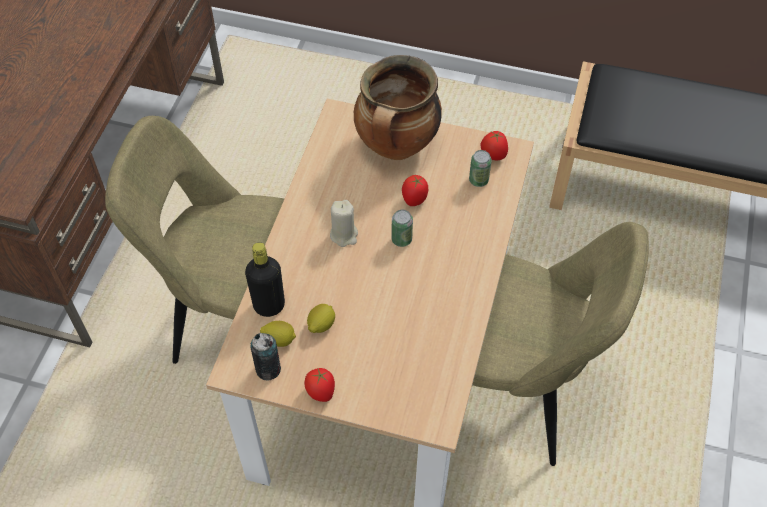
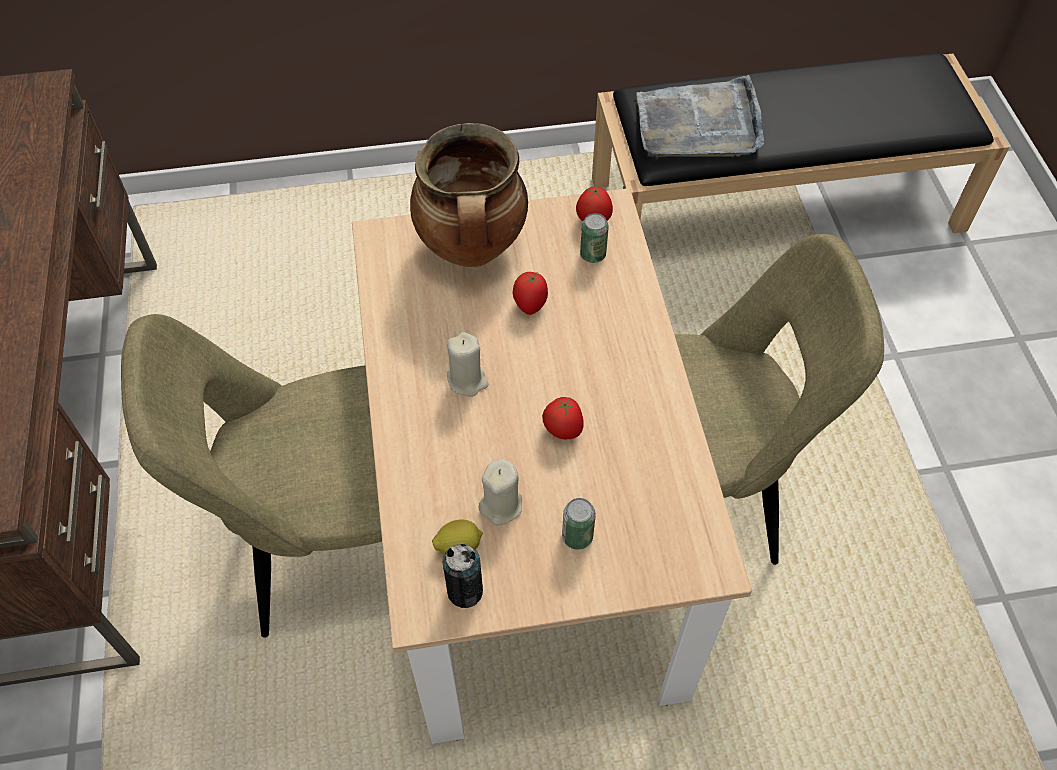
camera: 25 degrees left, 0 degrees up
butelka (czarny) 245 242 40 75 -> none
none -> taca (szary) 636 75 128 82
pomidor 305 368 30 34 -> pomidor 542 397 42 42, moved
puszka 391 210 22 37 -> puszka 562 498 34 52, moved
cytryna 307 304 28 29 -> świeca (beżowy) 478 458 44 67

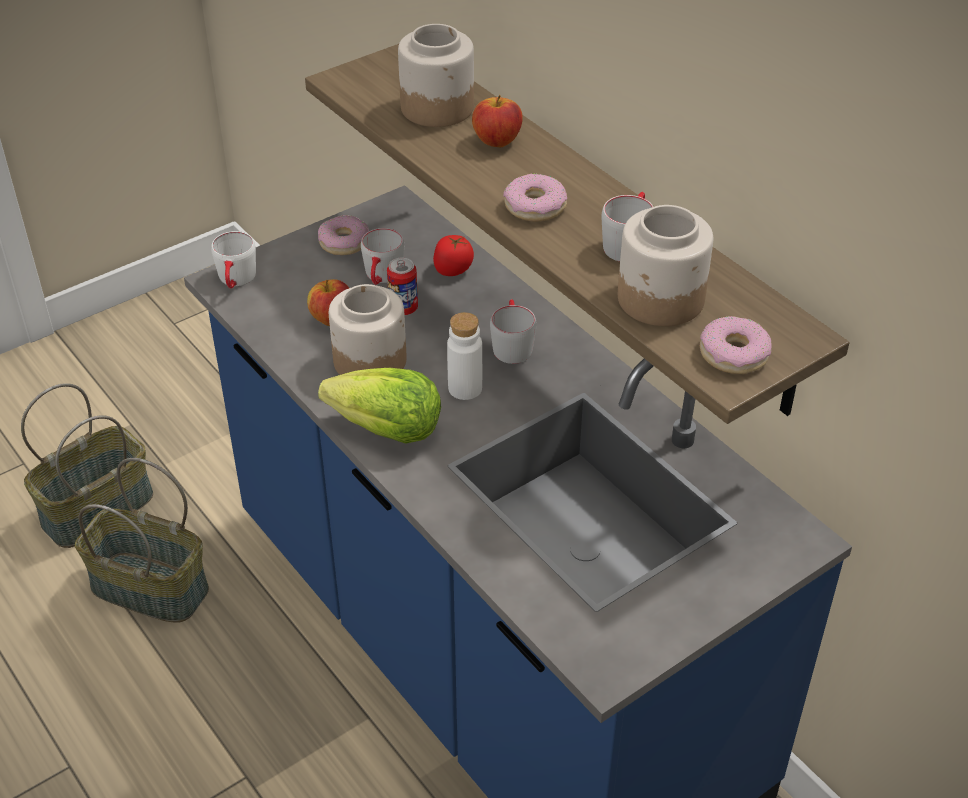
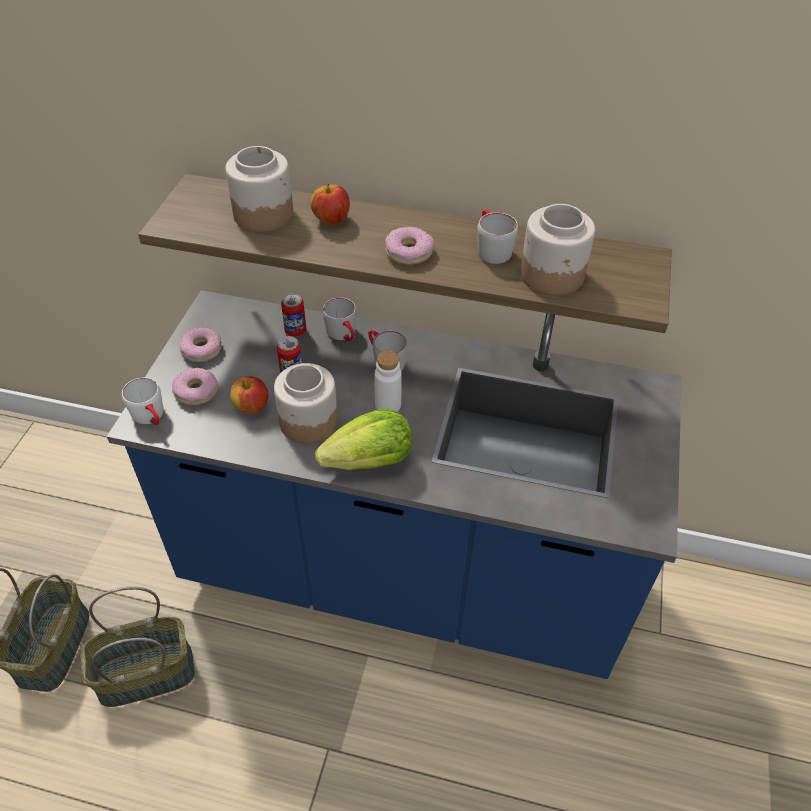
camera: 40 degrees left, 5 degrees up
kubek (szary) 361 228 43 57 -> kubek (szary) 323 298 34 43, moved
donut 700 316 71 58 -> donut 172 368 46 37, moved
pomidor 433 235 41 41 -> puszka 281 294 25 43

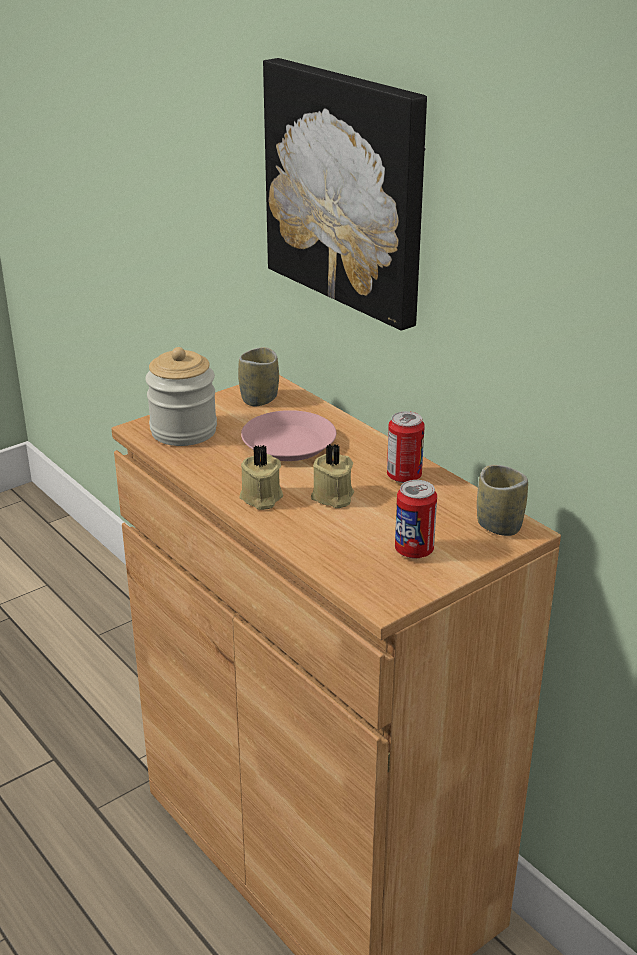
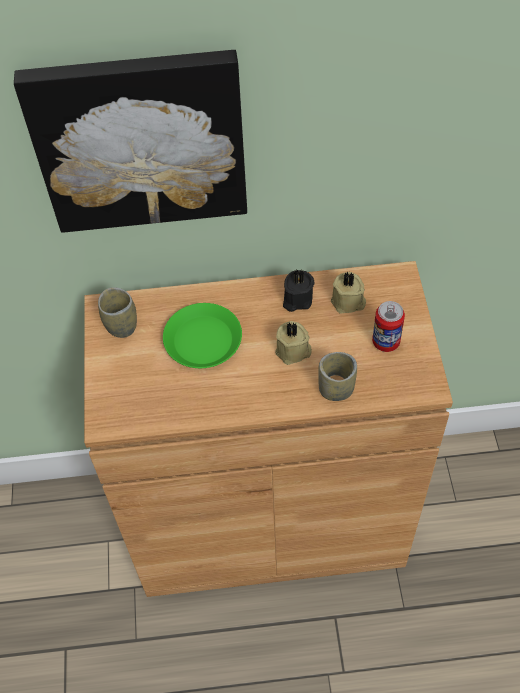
camera: 55 degrees left, 25 degrees up
słoik 145 347 72 99 -> none
świeca (beżowy) 239 445 44 65 -> świeca (beżowy) 331 272 35 42, moved
filiżanka 477 465 51 71 -> filiżanka 318 352 39 49, moved
puszka 387 411 38 72 -> świeca (czarny) 283 269 31 43
talerz (różowy) 241 410 95 51 -> talerz (zielony) 163 303 79 65

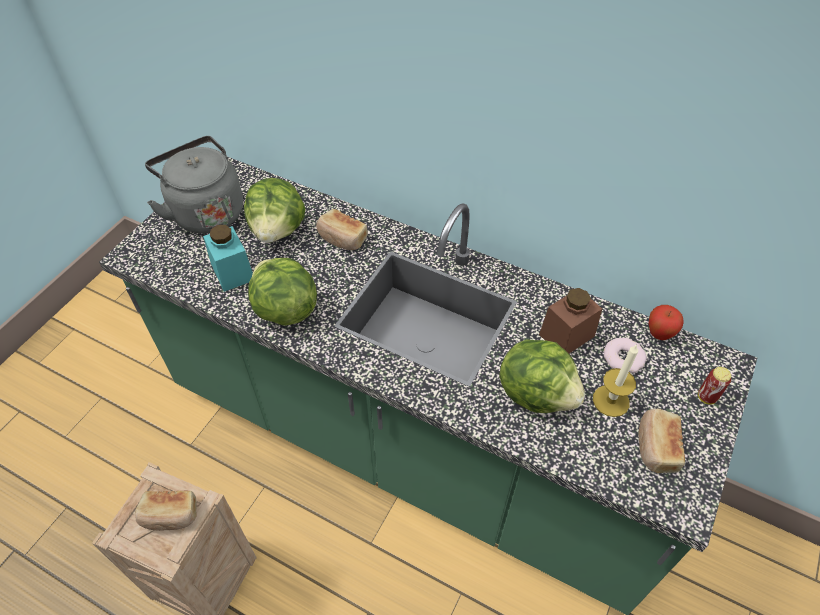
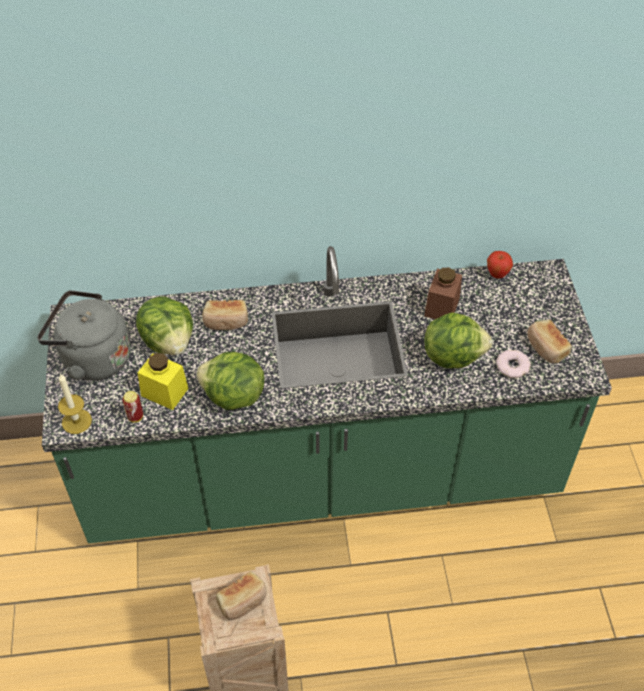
camera: 35 degrees left, 0 degrees up
świeca 593 344 45 73 -> świeca 58 373 34 61, moved
donut 604 338 43 35 -> donut 496 350 35 28, moved
puszka 698 367 33 38 -> puszka 123 391 20 32, moved
słoik (turkusowy) 203 225 50 67 -> słoik (żółty) 137 353 52 57

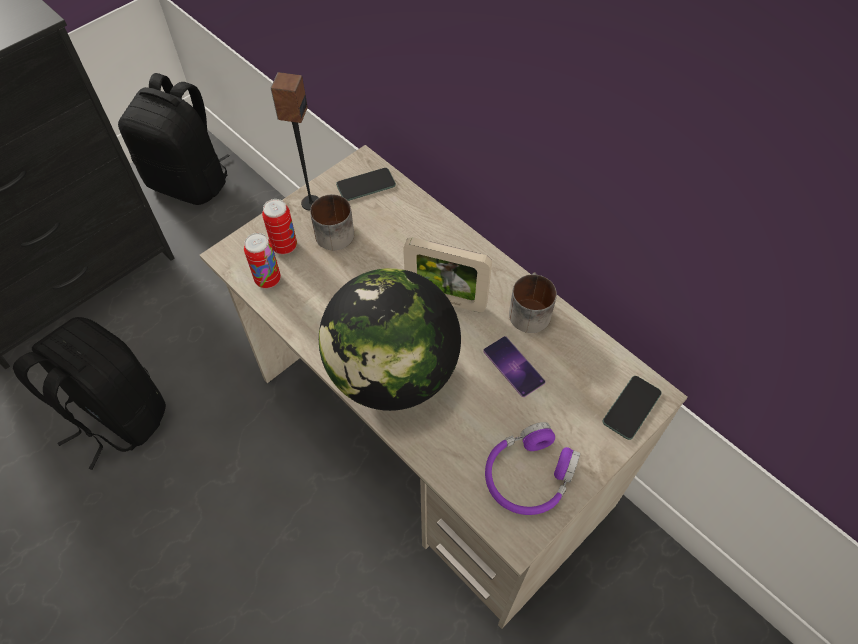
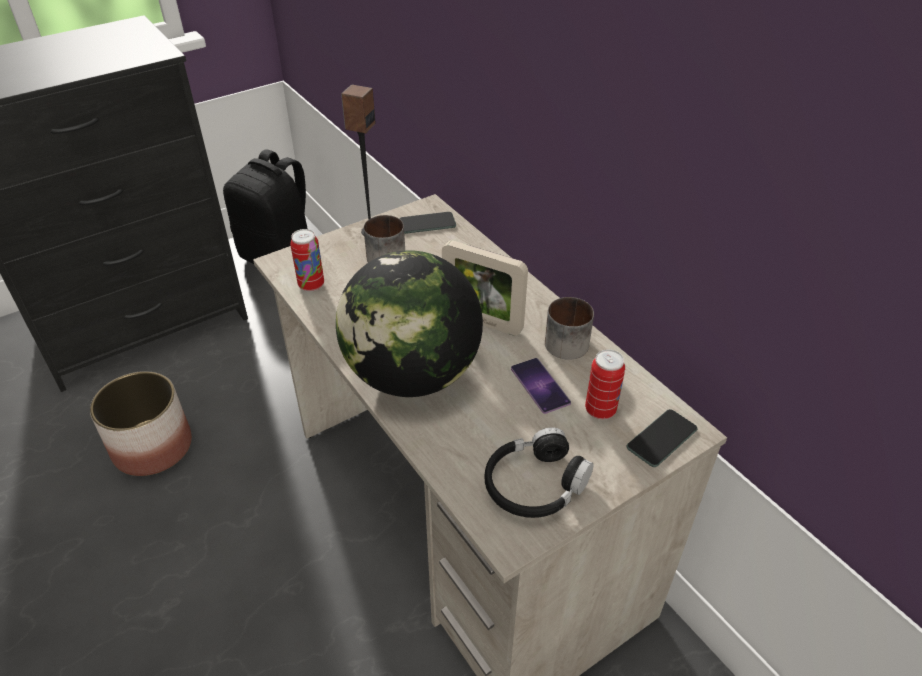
camera: 10 degrees right, 15 degrees down
puszka 262 199 35 55 -> puszka 585 349 40 70, moved
plecak (czarny) 13 317 153 153 -> donica 90 371 102 105
słuchawki (fioletowy) 485 422 95 93 -> słuchawki (czarny) 485 427 109 91

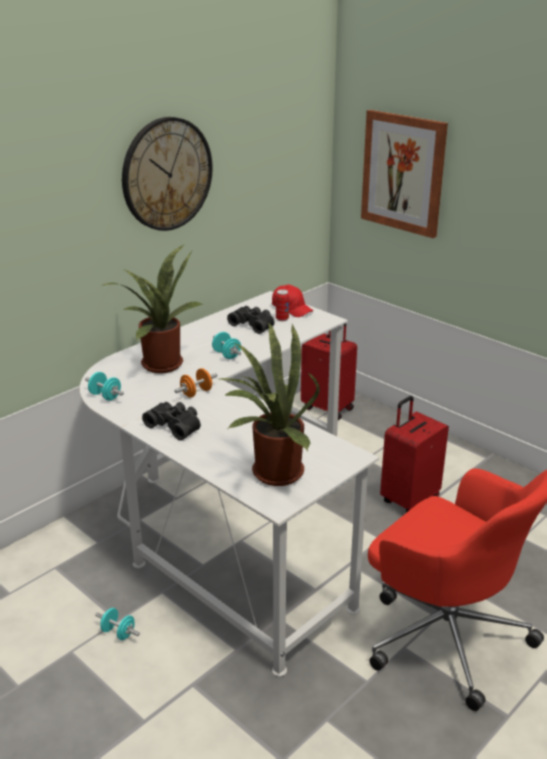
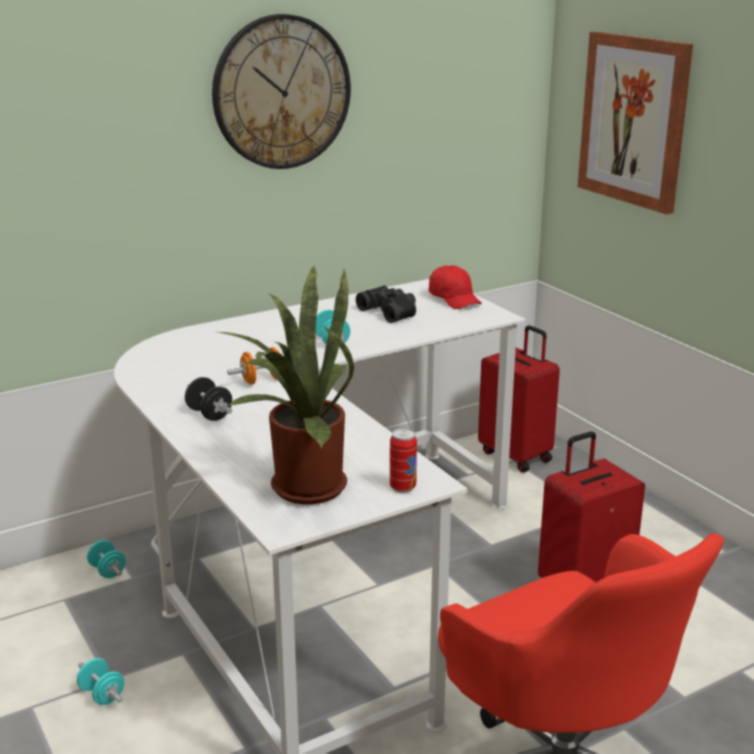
camera: 15 degrees right, 5 degrees down
roślina doniczkowa 101 244 101 129 -> none
hantel (turkusowy) 85 372 39 29 -> hantel (turkusowy) 87 540 39 38, moved
puszka 276 289 13 32 -> puszka 390 428 27 65, moved
lornetka (czarny) 142 402 59 38 -> hantel (czarny) 185 377 47 44

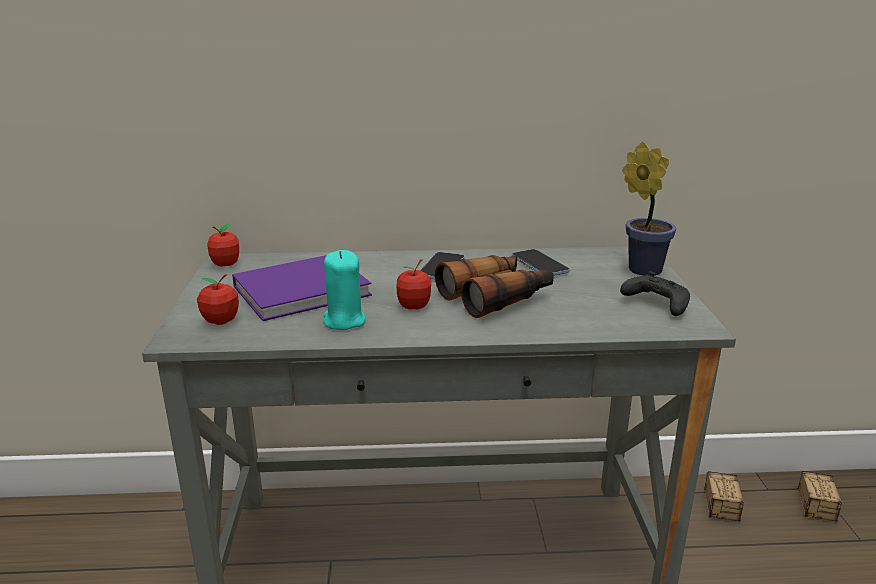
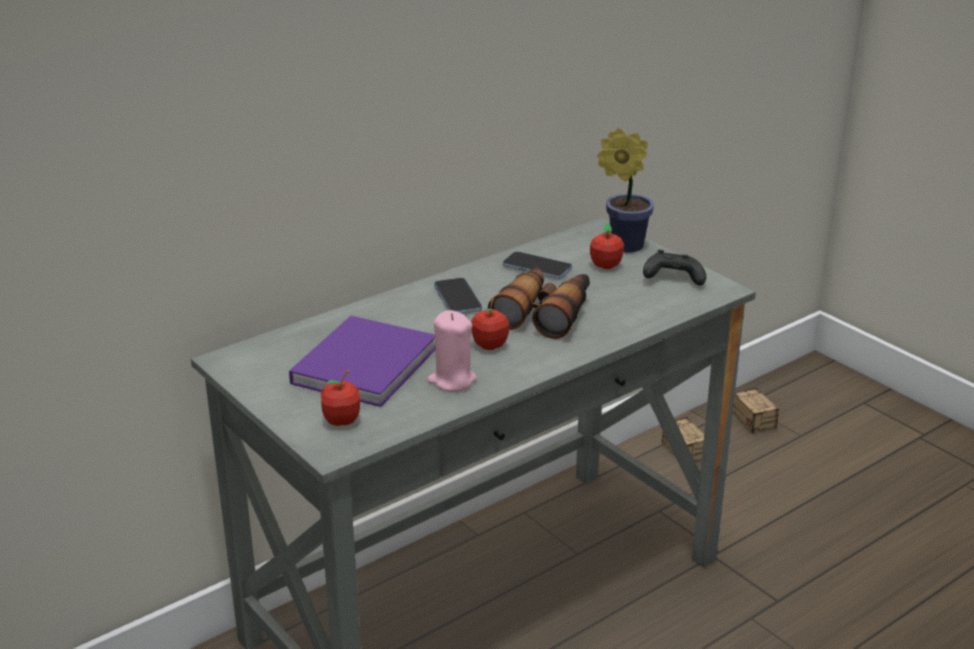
camera: 35 degrees left, 5 degrees up
jabłko 207 224 32 43 -> jabłko 590 224 34 45, moved
świeca (turkusowy) 323 250 42 80 -> świeca (różowy) 427 310 50 81

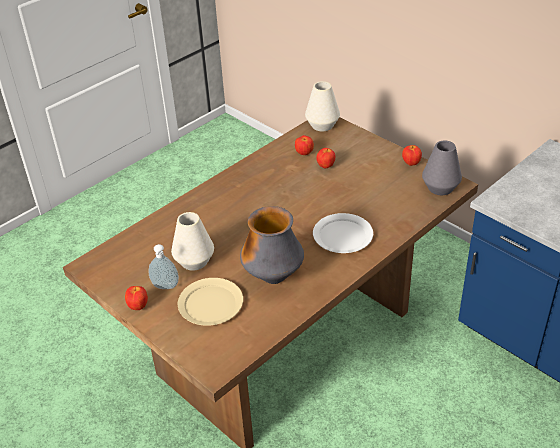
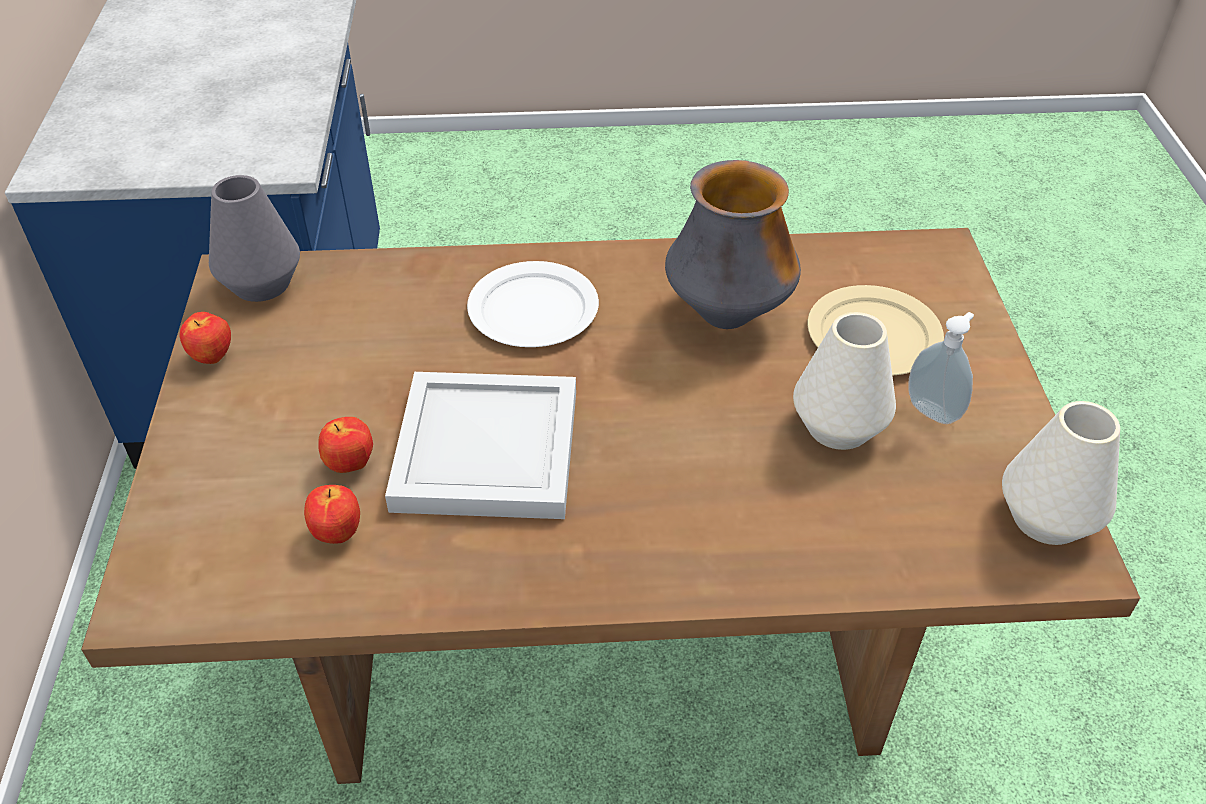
camera: 140 degrees left, 5 degrees up
jabłko 125 286 23 24 -> none
none -> taca (biały) 385 372 191 147
wazon (biały) 305 81 35 51 -> wazon (biały) 1002 401 118 144, moved

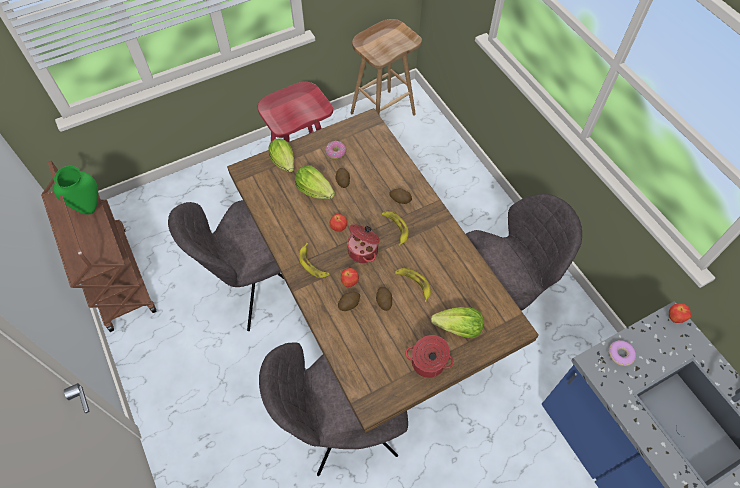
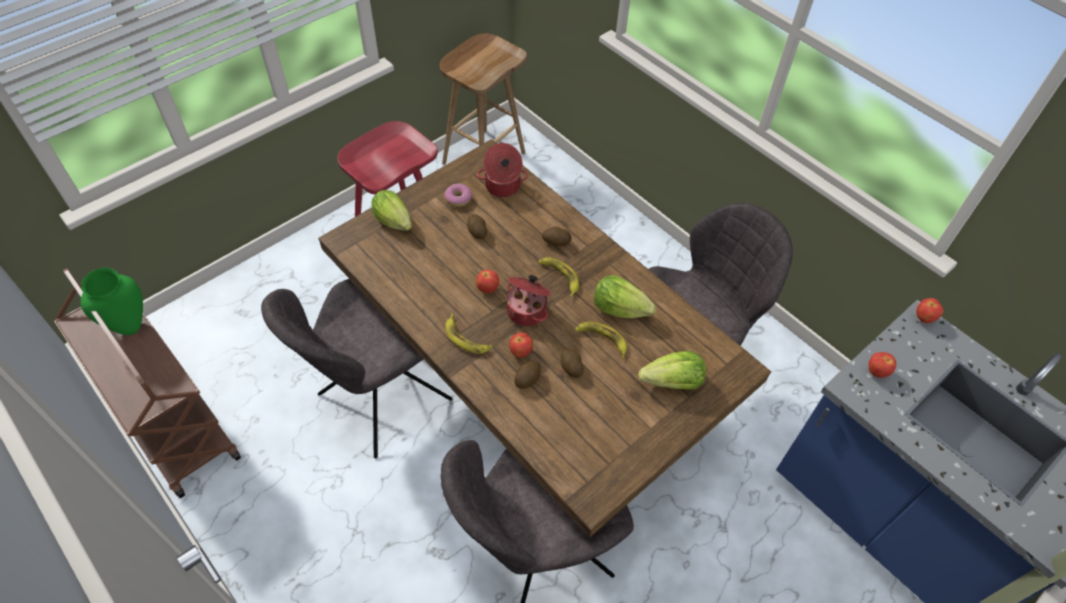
camera: 15 degrees left, 5 degrees down
sałata 295 165 40 34 -> sałata 594 275 62 43, moved
garnek 405 335 49 43 -> garnek 477 143 51 54, moved
donut 608 340 28 26 -> jabłko 868 352 28 26

